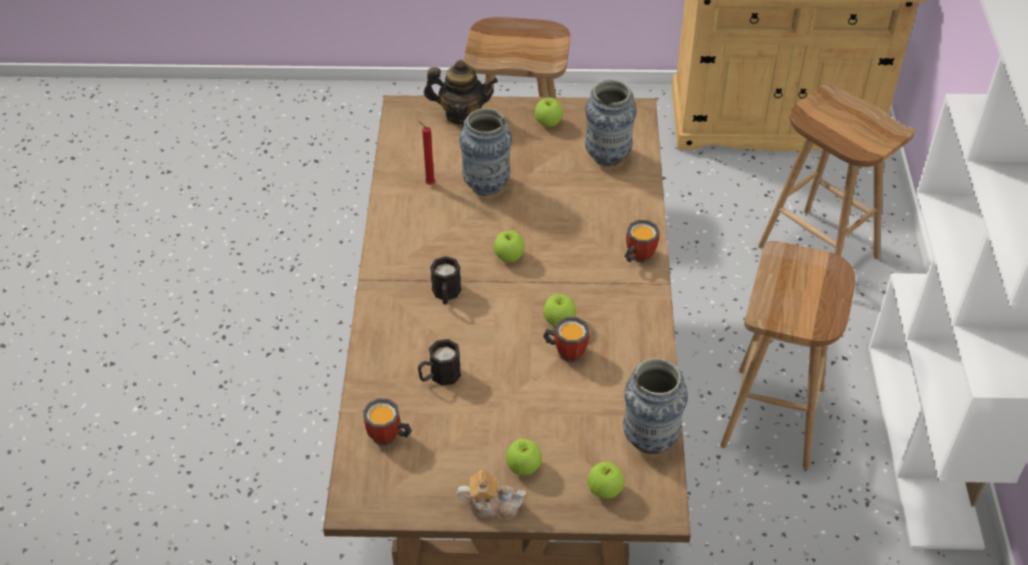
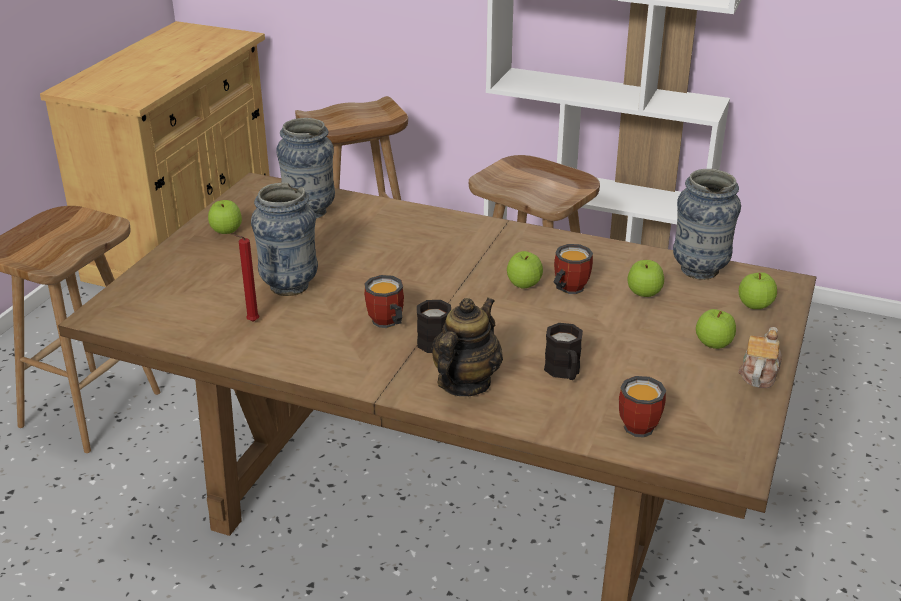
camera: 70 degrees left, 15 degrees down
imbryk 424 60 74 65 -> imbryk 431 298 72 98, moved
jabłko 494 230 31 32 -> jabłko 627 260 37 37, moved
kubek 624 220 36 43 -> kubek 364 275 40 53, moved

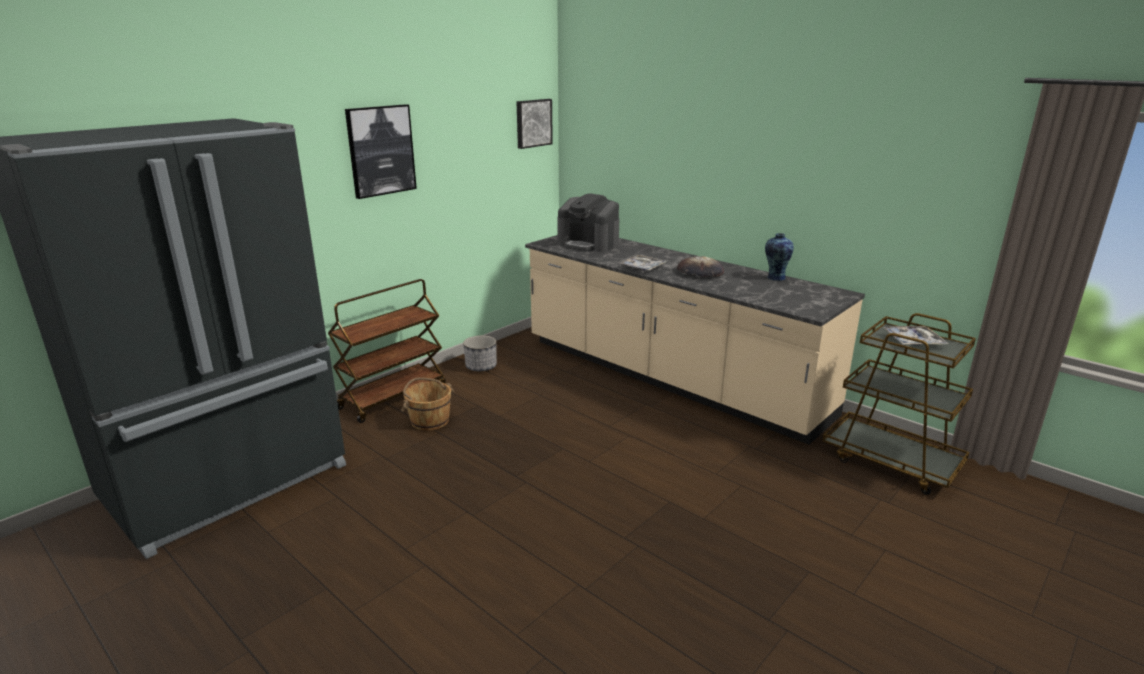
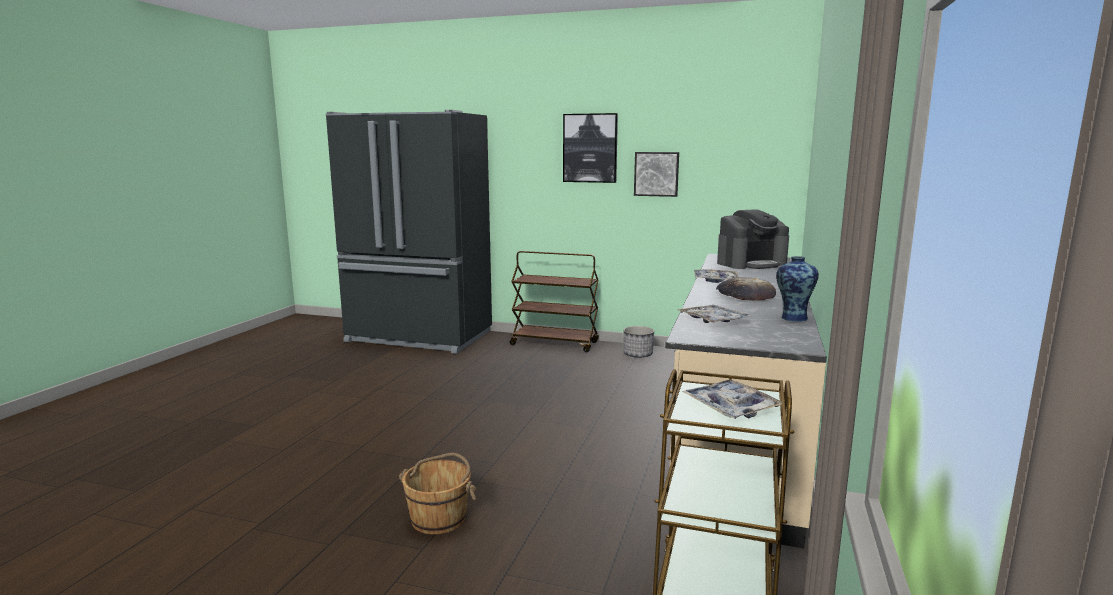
camera: 65 degrees right, 10 degrees down
none -> taca 677 305 75 18
wiadro (brązowy) 401 377 54 54 -> wiadro (brązowy) 399 453 78 81, moved
obraz 517 99 36 50 -> obraz 634 152 45 45, moved
ekspres do kawy 557 193 62 59 -> ekspres do kawy 717 210 72 59, 120 degrees counterclockwise

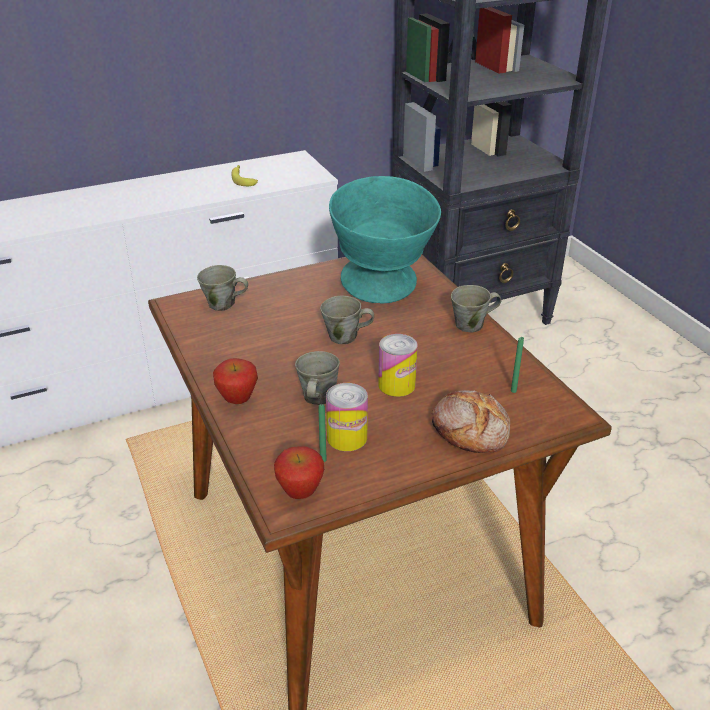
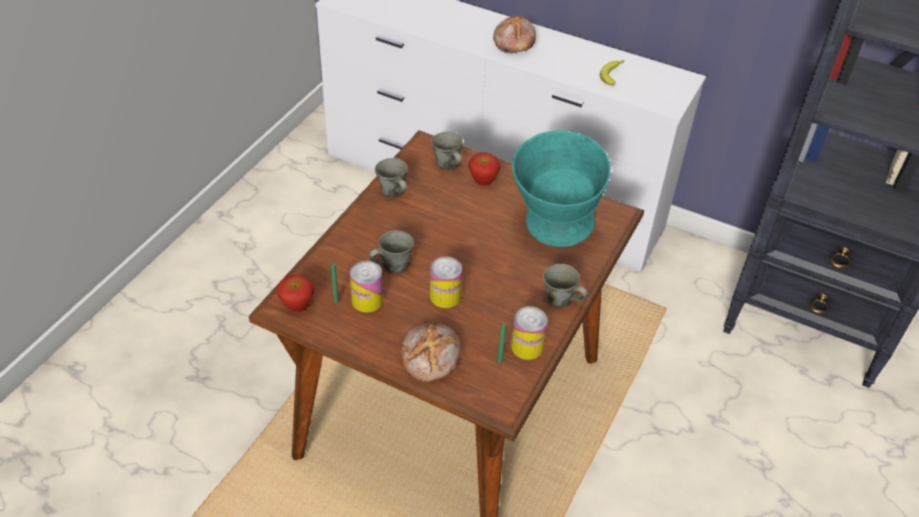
camera: 50 degrees right, 10 degrees up
none -> chleb 493 14 43 39
none -> puszka 511 306 36 54
jabłko 213 358 45 46 -> jabłko 468 153 32 33, moved
kubek (szary) 320 295 54 49 -> kubek (szary) 375 158 32 40, moved

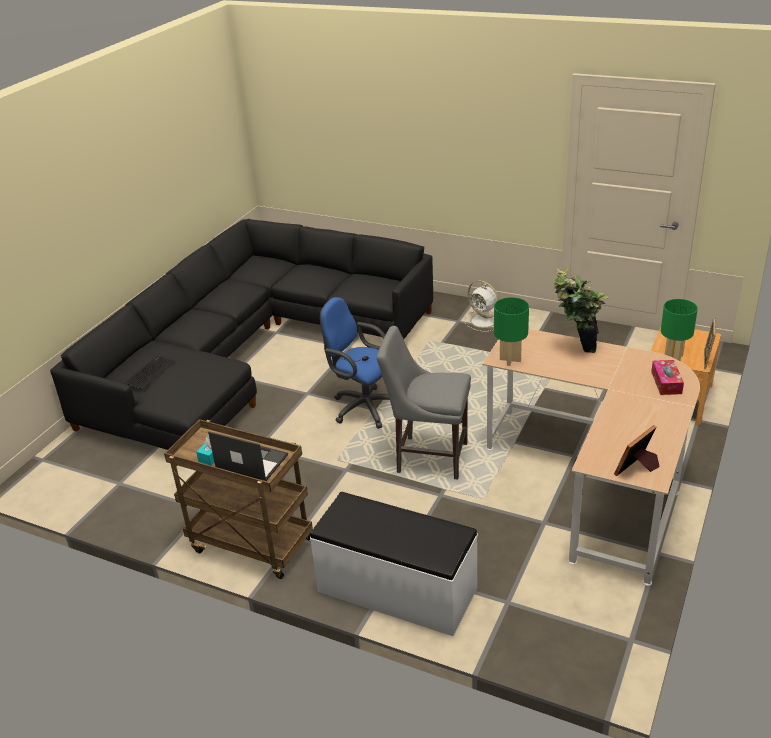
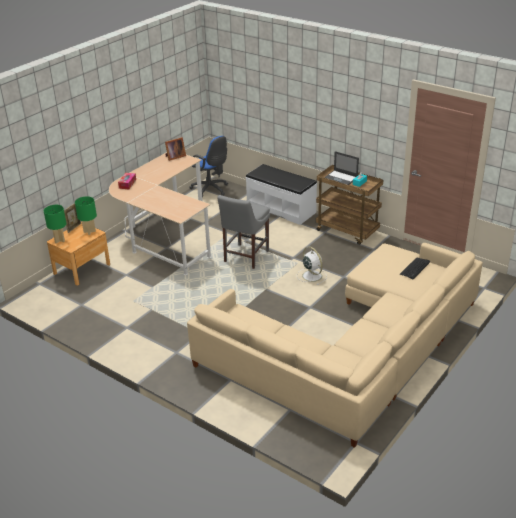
camera: 170 degrees left, 0 degrees up
roślina doniczkowa 553 267 55 86 -> none
krzesło biurowe (niebieski) 320 297 70 132 -> krzesło biurowe (niebieski) 189 136 39 62, moved
wentylator (biały) 464 280 36 52 -> wentylator (biały) 297 246 30 39, moved
lampa stołowa (zielony) 494 297 35 69 -> lampa stołowa (zielony) 44 205 22 39, moved
kanapa (czarny) 50 219 383 231 -> kanapa (beżowy) 187 243 296 205
krzesło (szary) 377 326 94 153 -> krzesło (szary) 217 195 53 74, 90 degrees clockwise

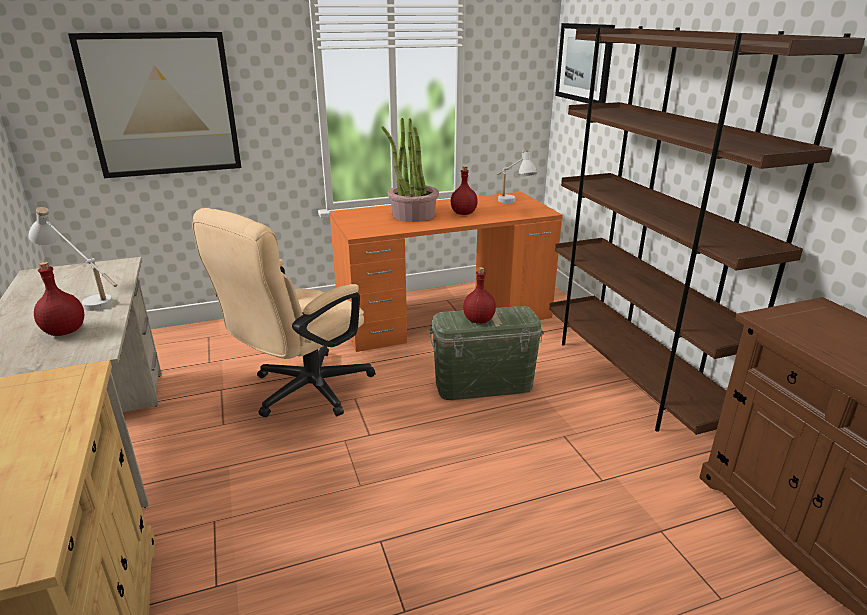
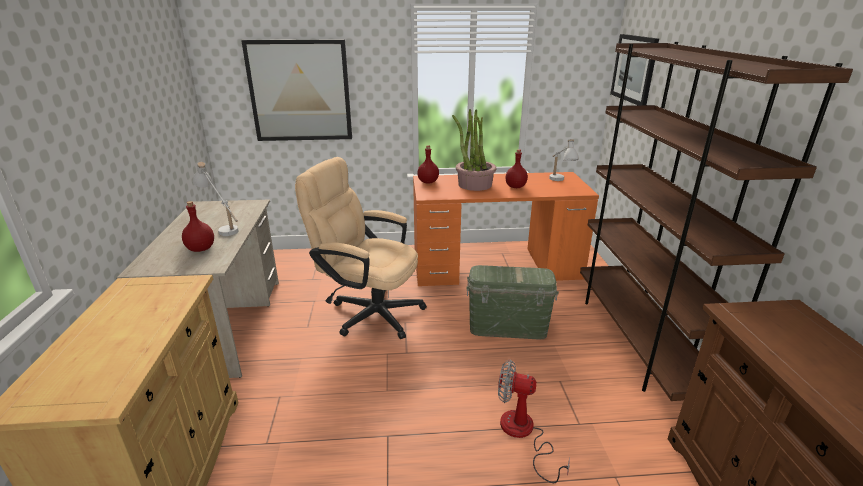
camera: 15 degrees right, 0 degrees up
none -> wentylator 498 360 72 123
butelka (czerwony) 463 267 33 57 -> butelka (czerwony) 417 145 22 39, moved
krzesło biurowe (beżowy) 192 208 183 209 -> krzesło biurowe (beżowy) 295 157 132 182, 60 degrees clockwise

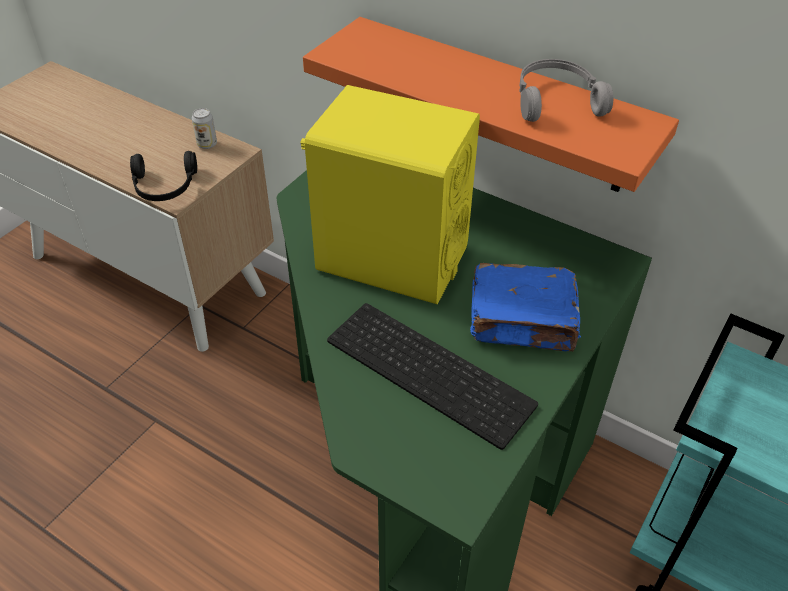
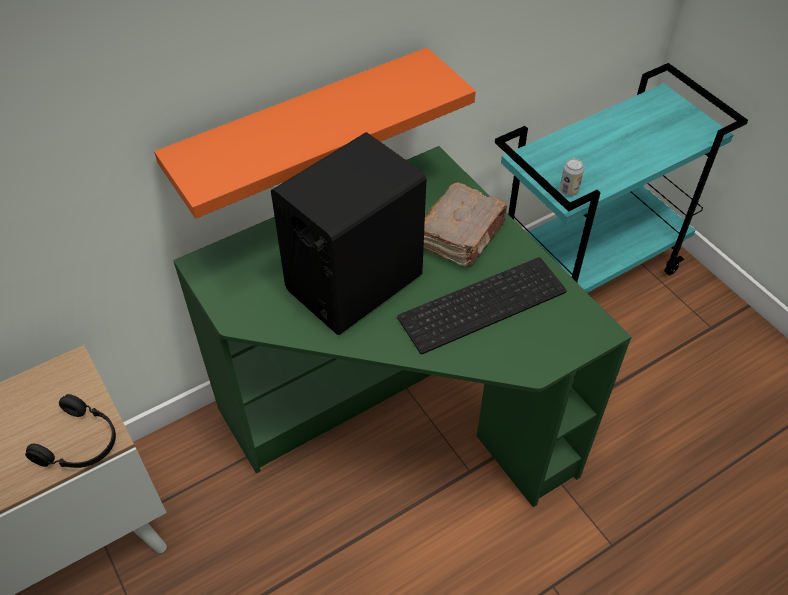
camera: 65 degrees left, 5 degrees up
słuchawki (szary) 519 59 94 63 -> none
puszka 192 108 25 41 -> puszka 560 159 24 37, moved
głośnik (żółty) 300 85 180 219 -> głośnik (czarny) 271 132 155 203
książka (niebieski) 470 263 111 89 -> książka (brązowy) 424 182 83 84

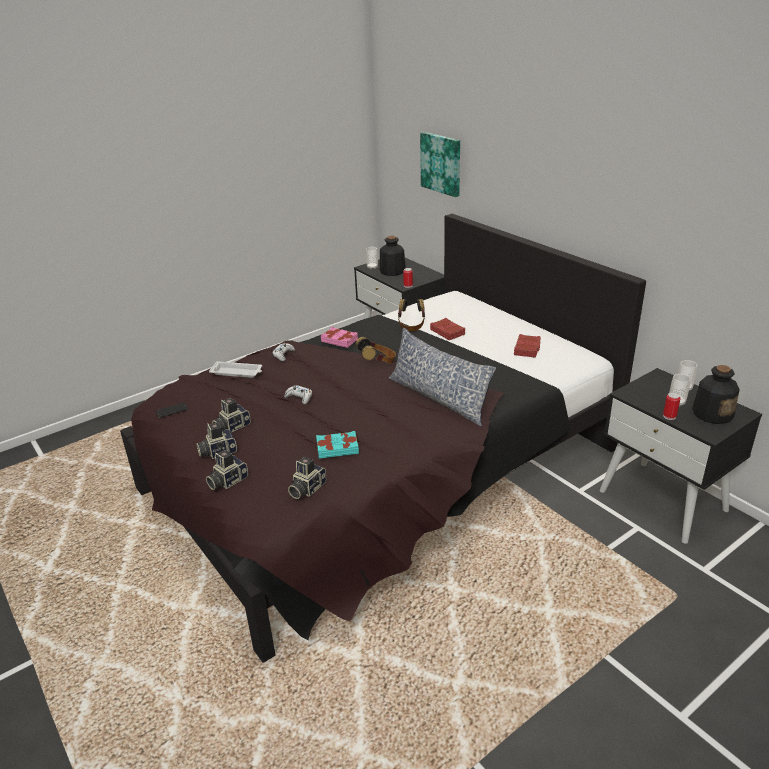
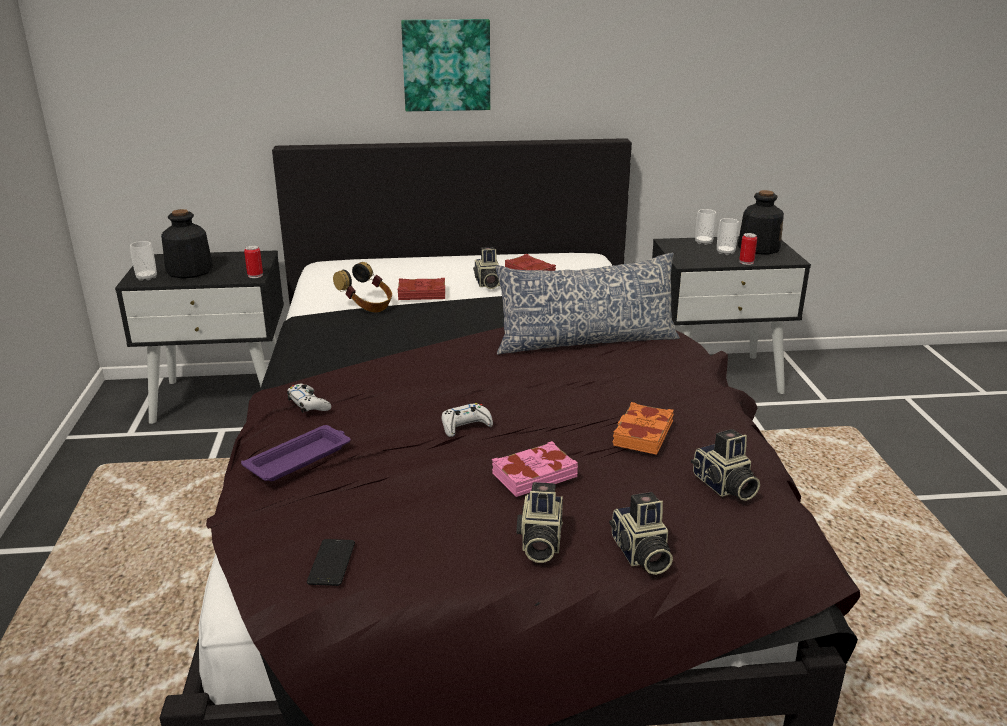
camera: 60 degrees left, 5 degrees down
słuchawki 356 337 40 27 -> none
aparat fotograficzny 212 398 39 35 -> aparat fotograficzny 473 247 27 42, moved
książka (różowy) 321 327 37 21 -> książka (różowy) 492 441 86 56, moved
obraz 420 132 40 65 -> obraz 401 19 89 92, moved
taca (biały) 209 361 53 17 -> taca (fioletowy) 241 425 110 56
książka (turkusowy) 316 431 43 28 -> książka (pomarańczowy) 613 402 61 53

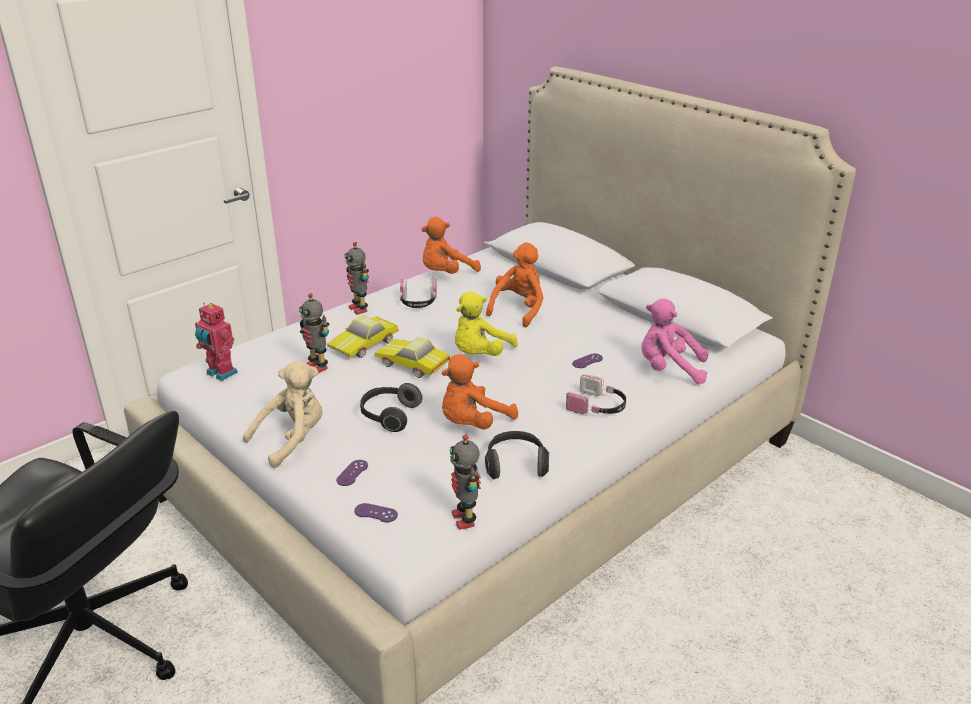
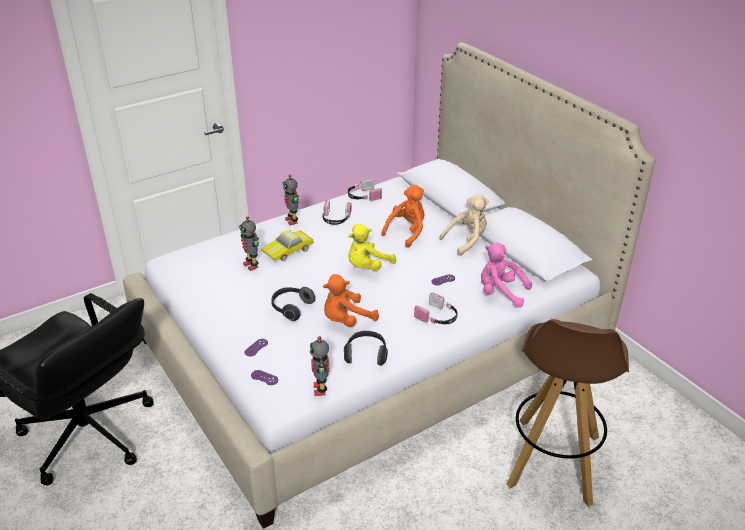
camera: 10 degrees right, 5 degrees up
robot zabawkowy 195 303 43 78 -> none
samochodzik 374 337 76 41 -> none
none -> stołek (brązowy) 507 319 122 188
pluszak (beżowy) 243 360 79 108 -> pluszak (beżowy) 439 194 50 62, moved
pluszak (pomarańczowy) 422 217 59 57 -> słuchawki 348 179 34 22

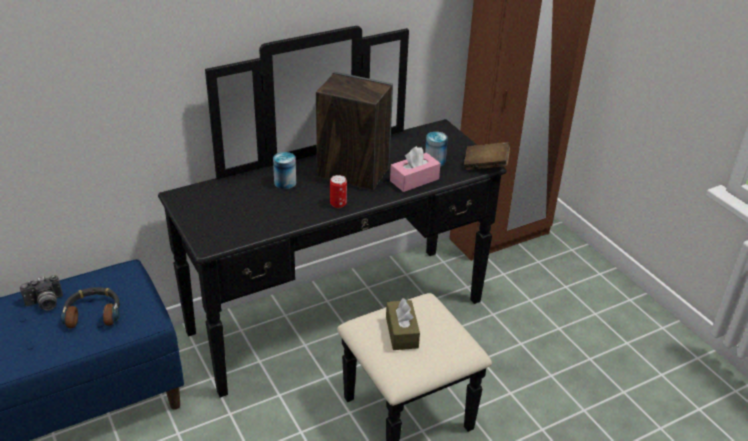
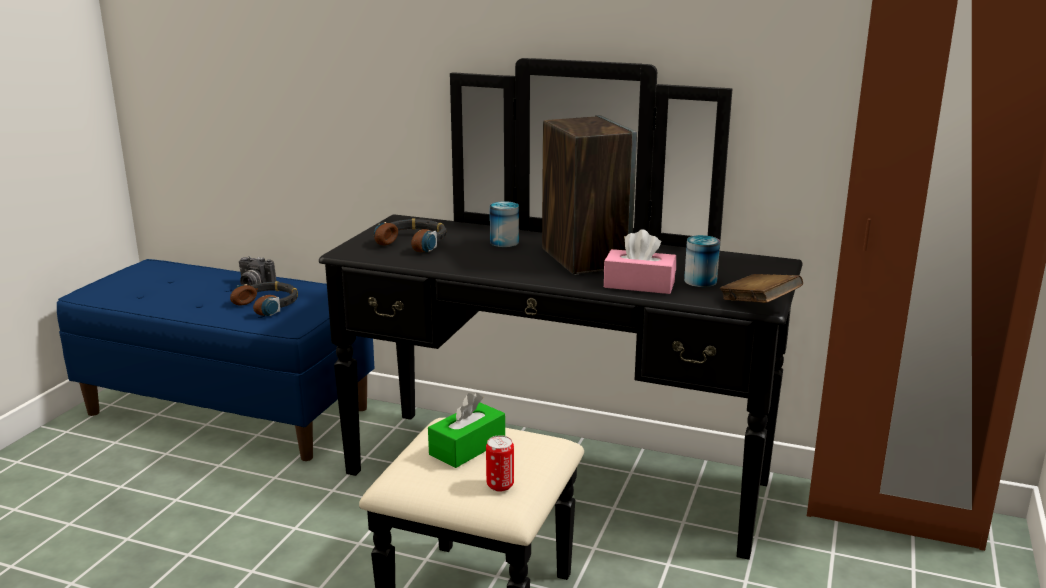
camera: 50 degrees right, 15 degrees down
none -> słuchawki 374 218 73 34
puszka 330 175 17 33 -> puszka 486 435 28 57, moved
pudełko chusteczek (brązowy) 386 298 34 52 -> pudełko chusteczek (zielony) 428 393 77 75

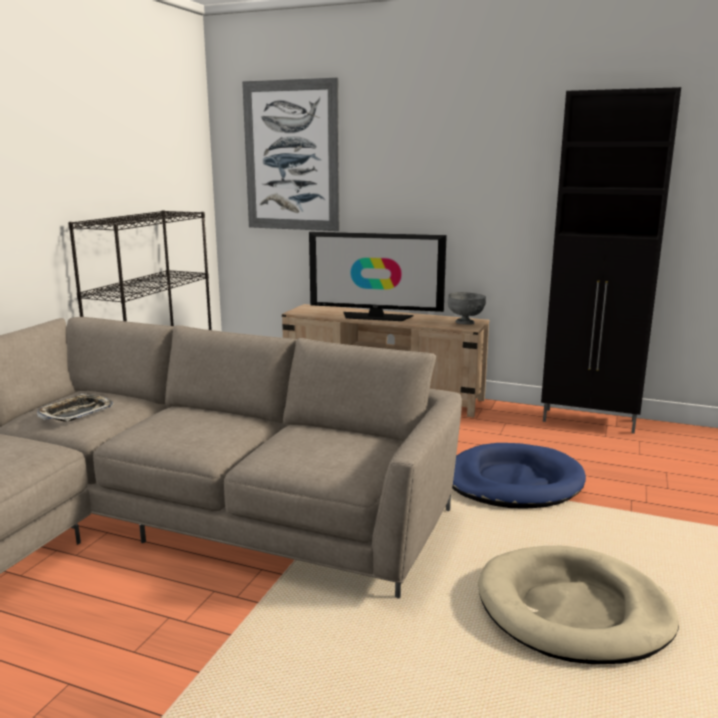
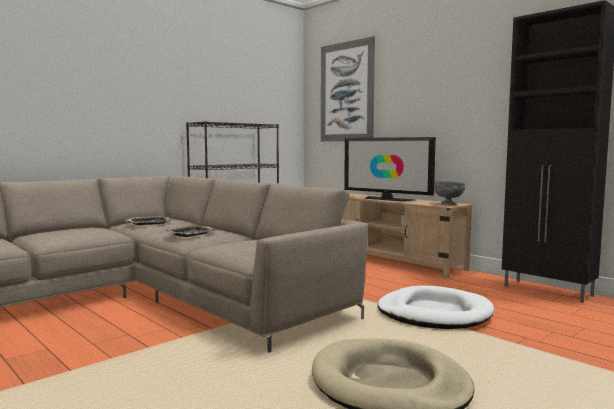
camera: 25 degrees right, 10 degrees down
none -> taca 165 225 50 12
legowisko (niebieski) 452 443 134 66 -> legowisko (biały) 378 286 117 43

